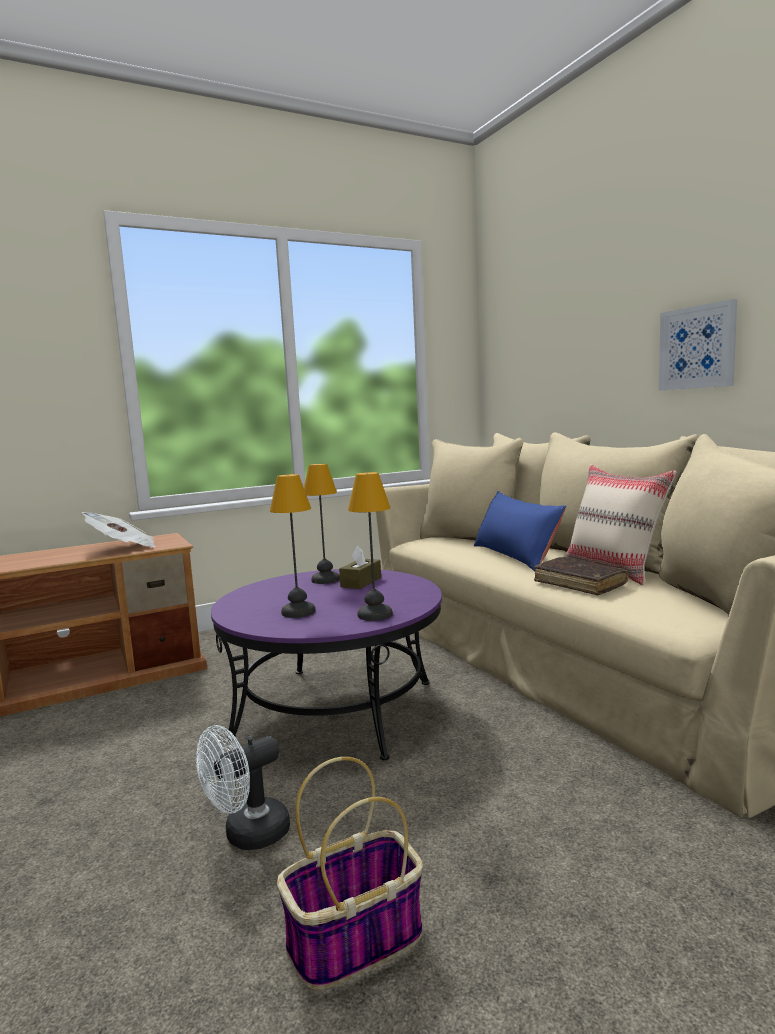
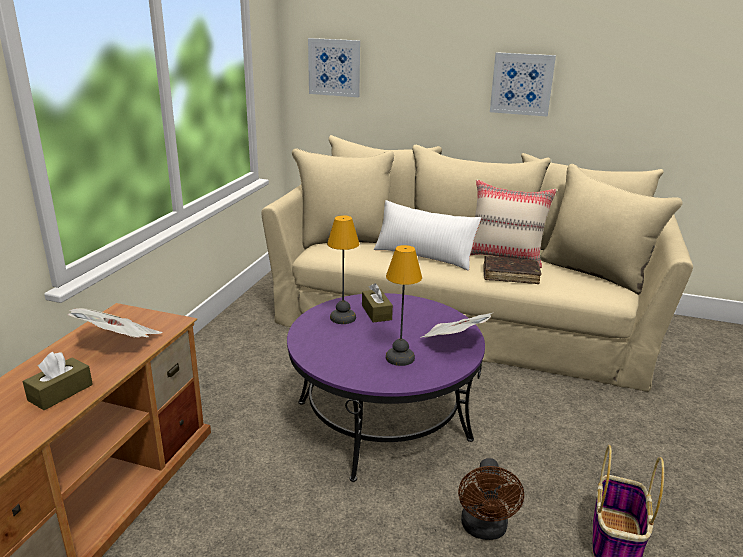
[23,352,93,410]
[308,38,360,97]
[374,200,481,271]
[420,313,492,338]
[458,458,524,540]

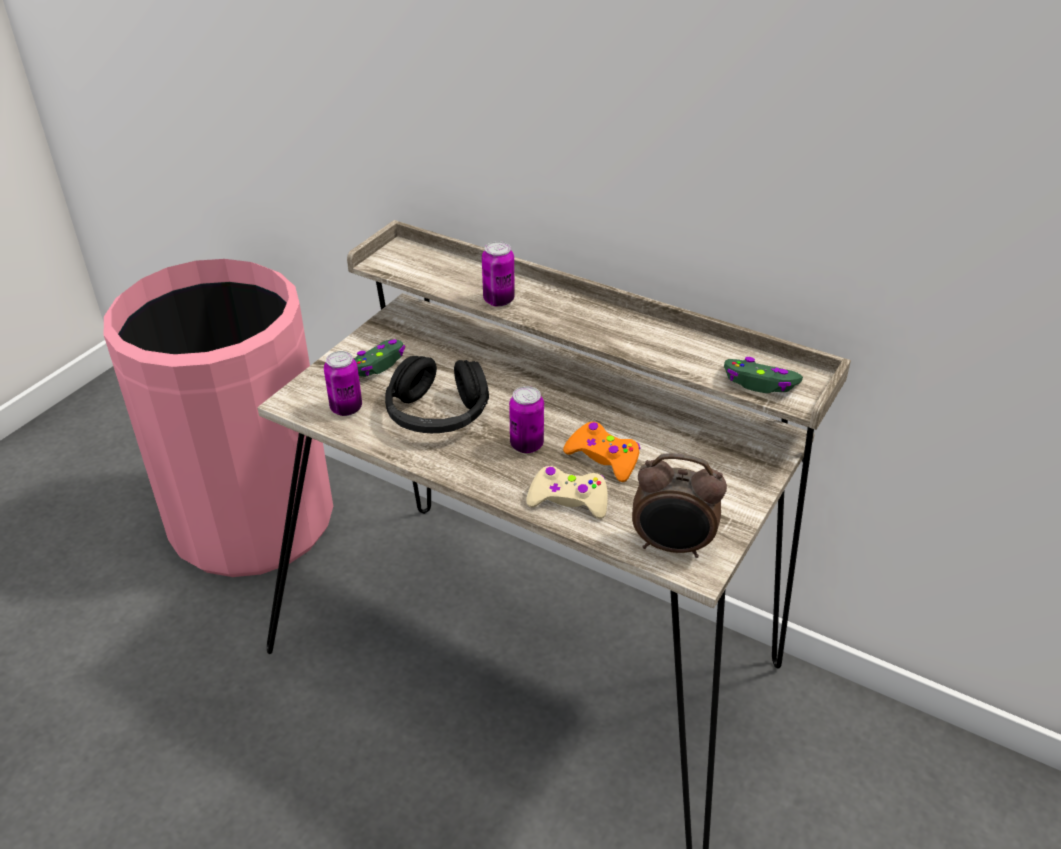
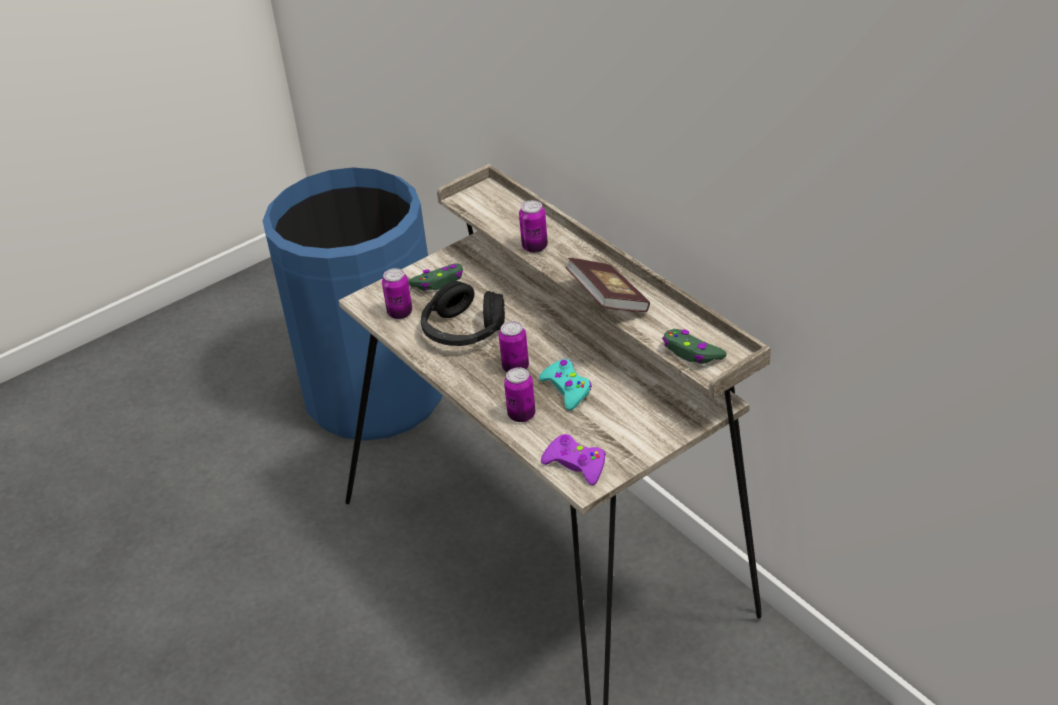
[263,167,443,441]
[504,367,535,422]
[539,359,592,411]
[541,434,606,485]
[566,258,650,312]

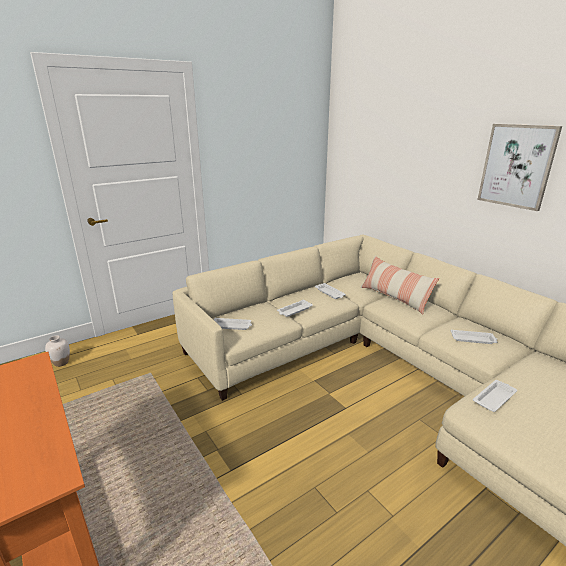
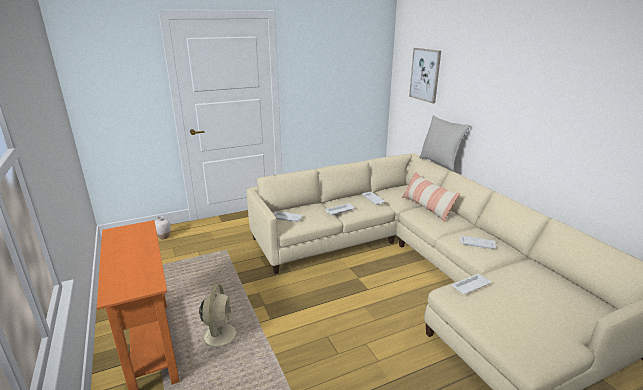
[196,284,244,355]
[409,48,441,103]
[419,115,470,171]

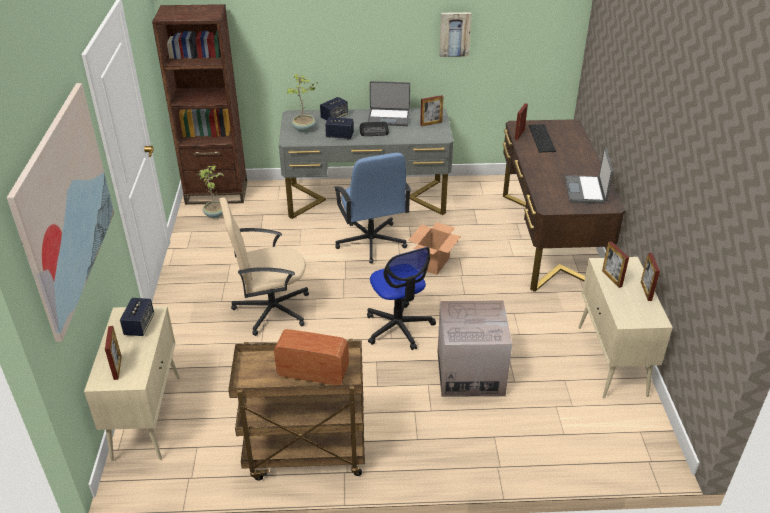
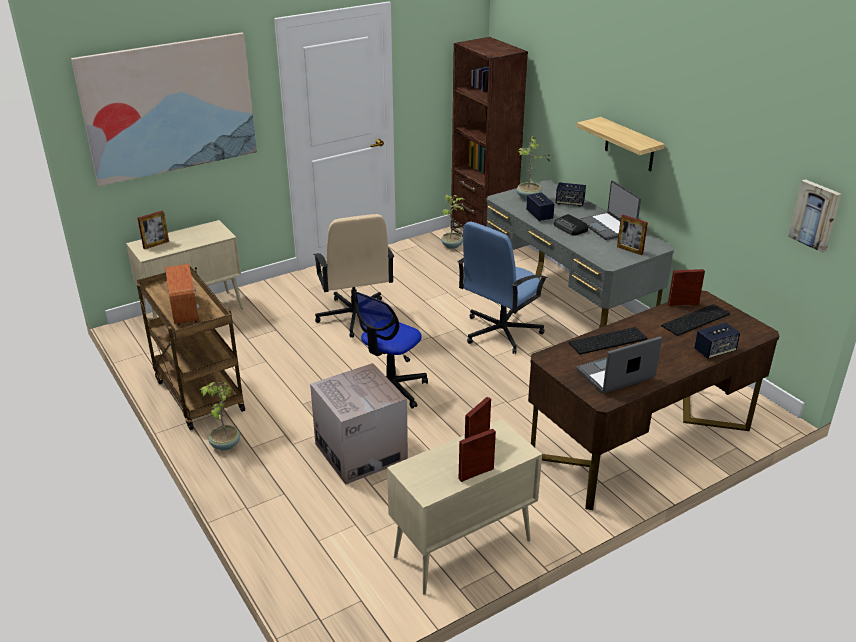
[200,381,240,451]
[313,214,394,338]
[568,327,647,355]
[577,117,665,172]
[694,323,740,359]
[788,179,841,253]
[409,222,461,275] (first image)

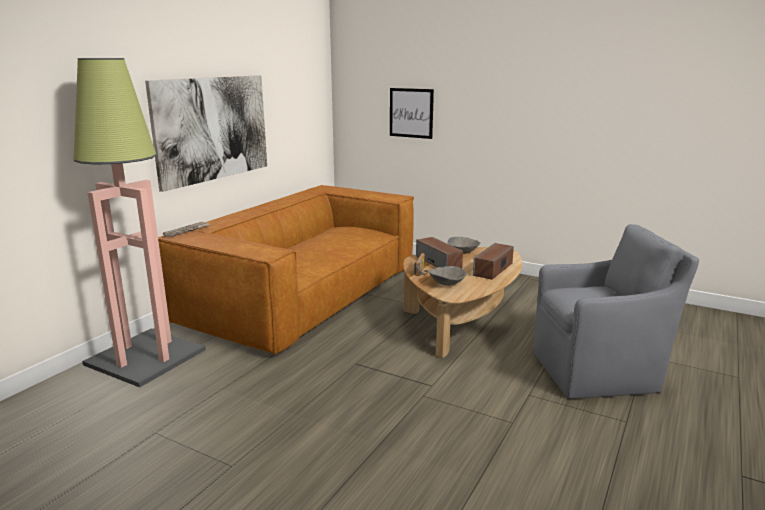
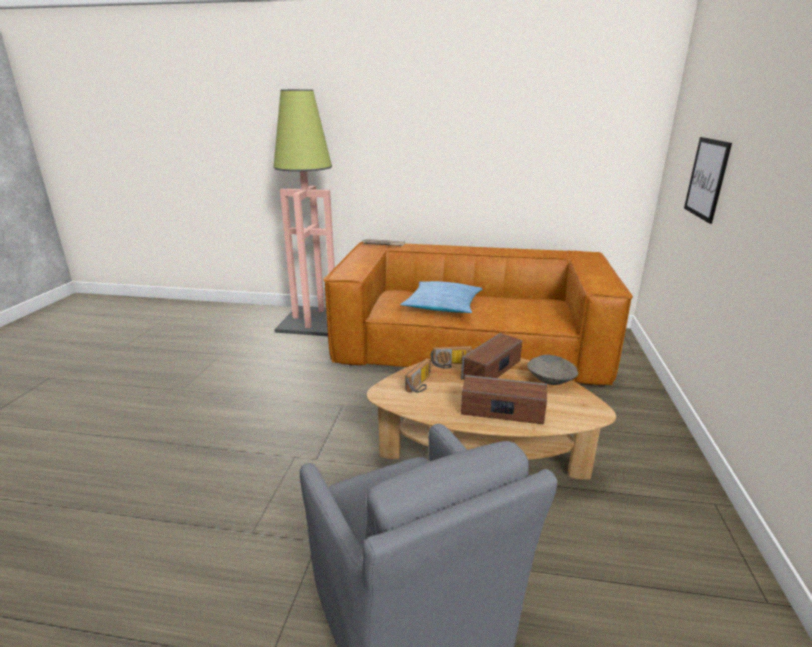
[400,281,483,313]
[405,358,431,393]
[145,75,267,192] (first image)

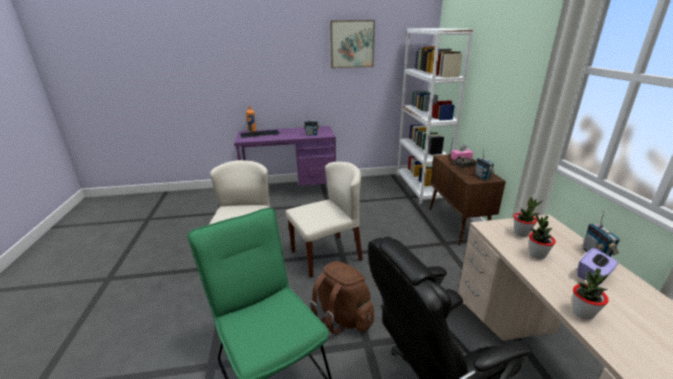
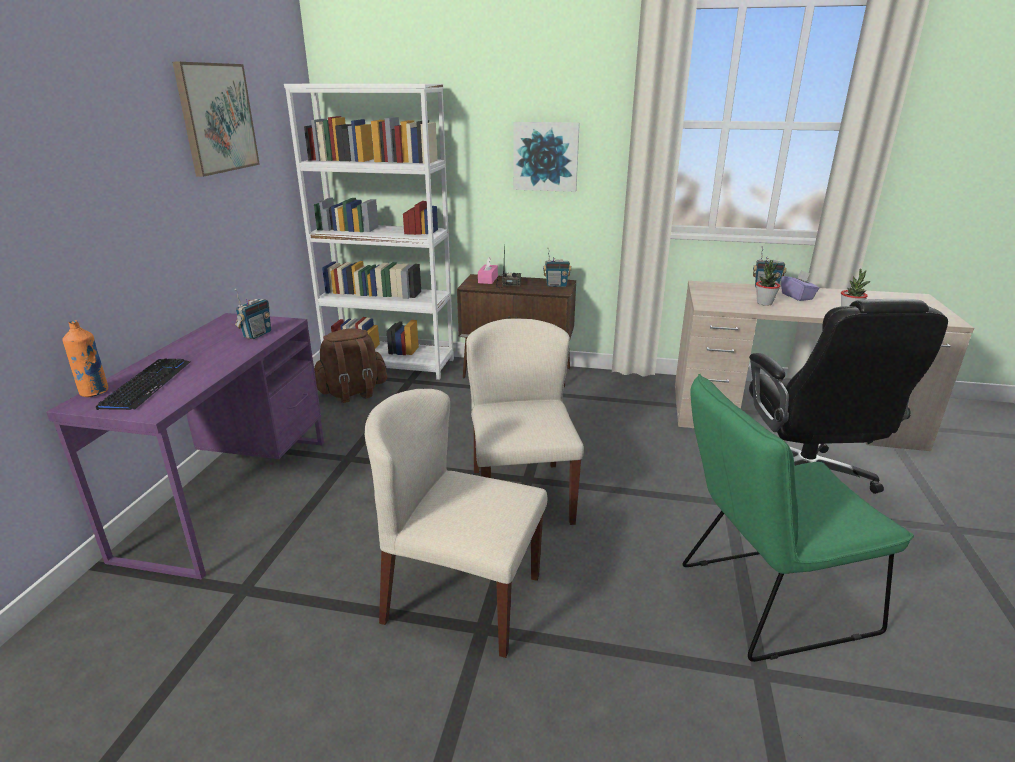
[314,328,387,403]
[513,122,580,192]
[514,197,542,237] (first image)

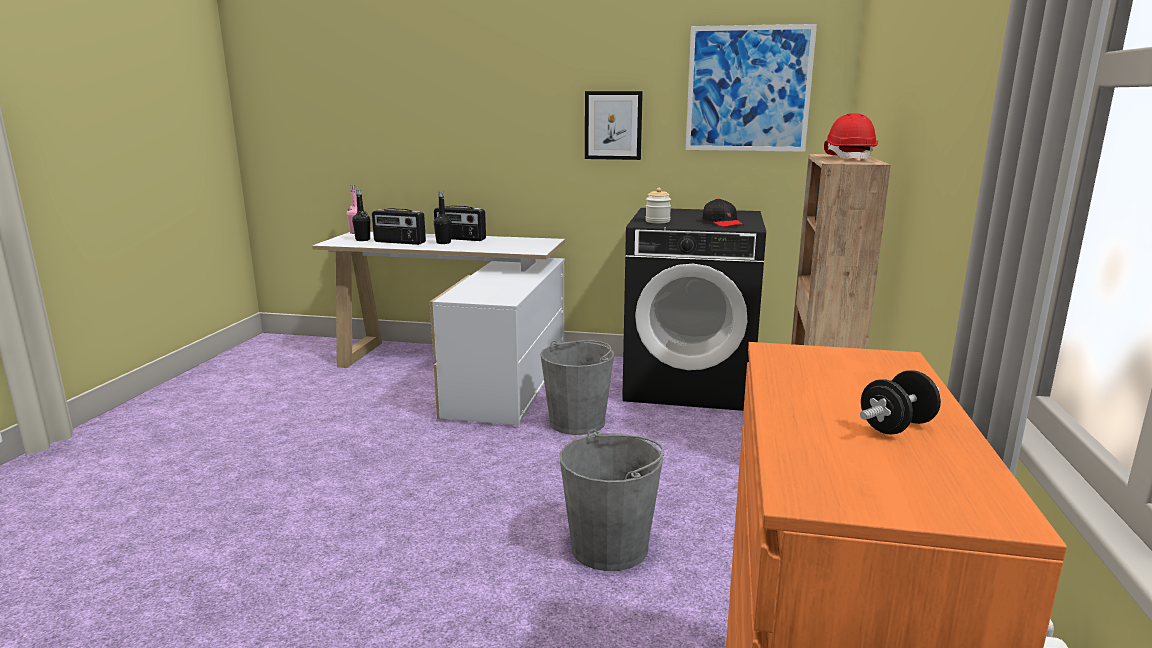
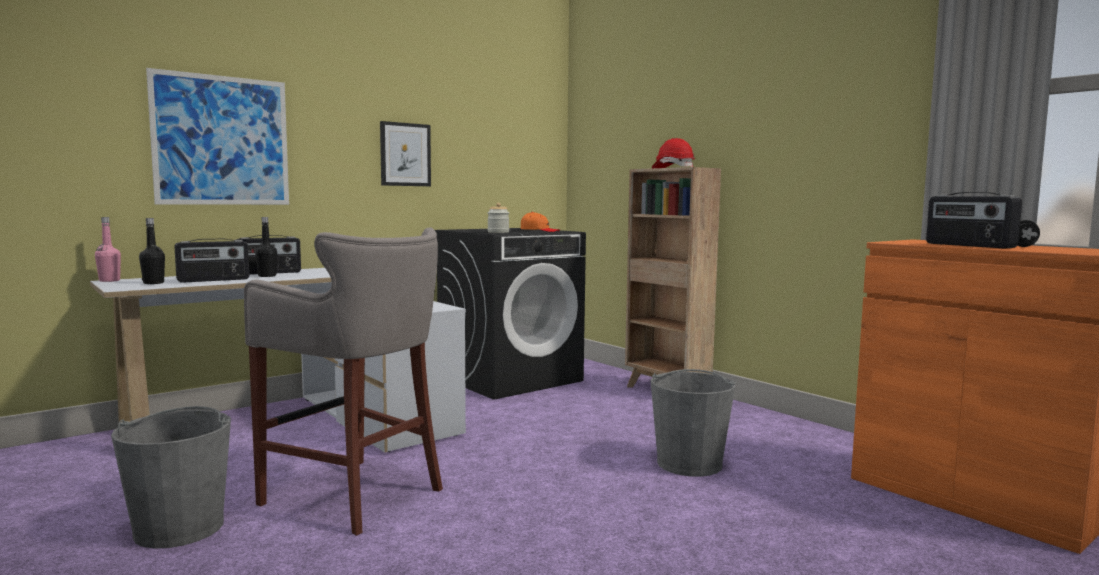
[111,406,231,549]
[146,68,289,205]
[244,227,443,536]
[521,212,560,232]
[926,192,1022,248]

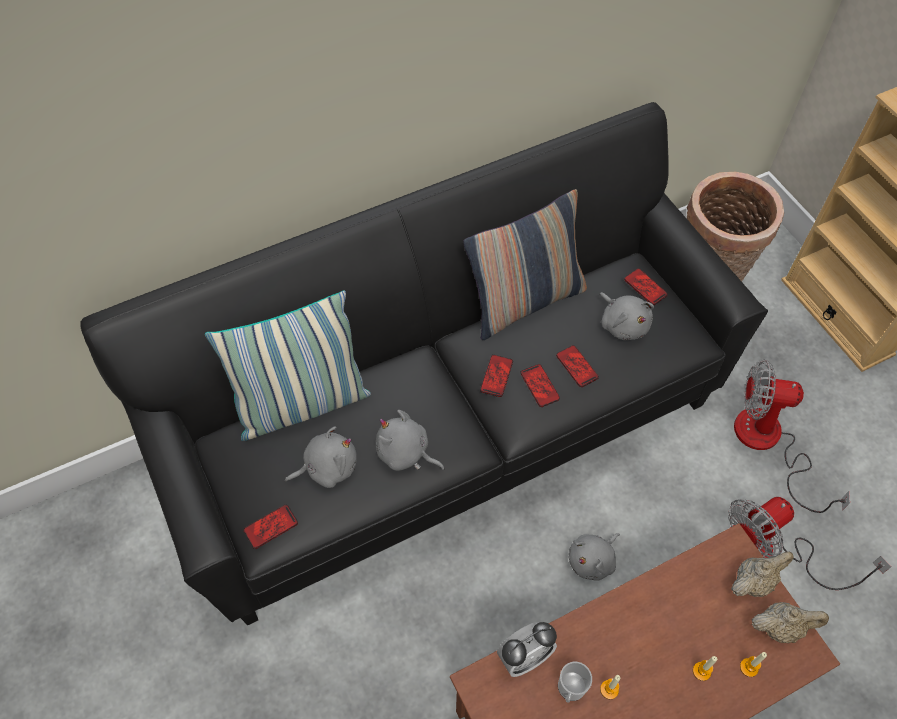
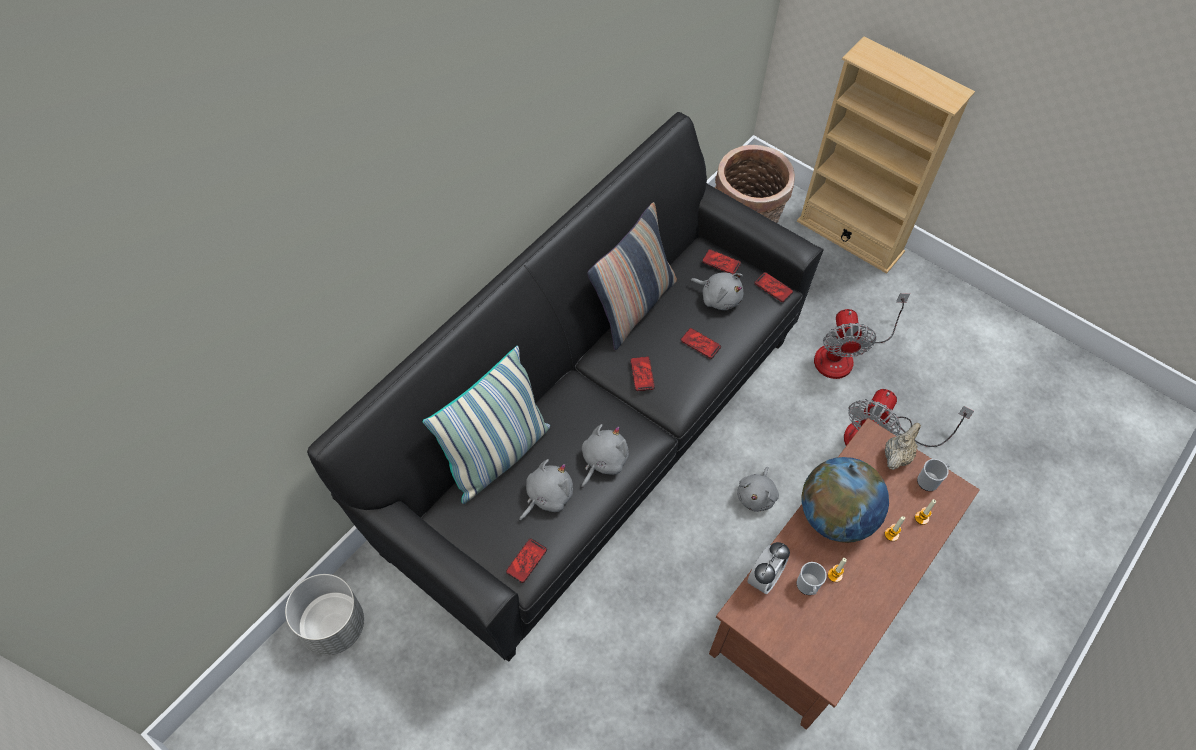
[285,574,364,655]
[582,424,629,488]
[754,272,793,302]
[802,457,889,543]
[814,293,910,379]
[917,459,950,491]

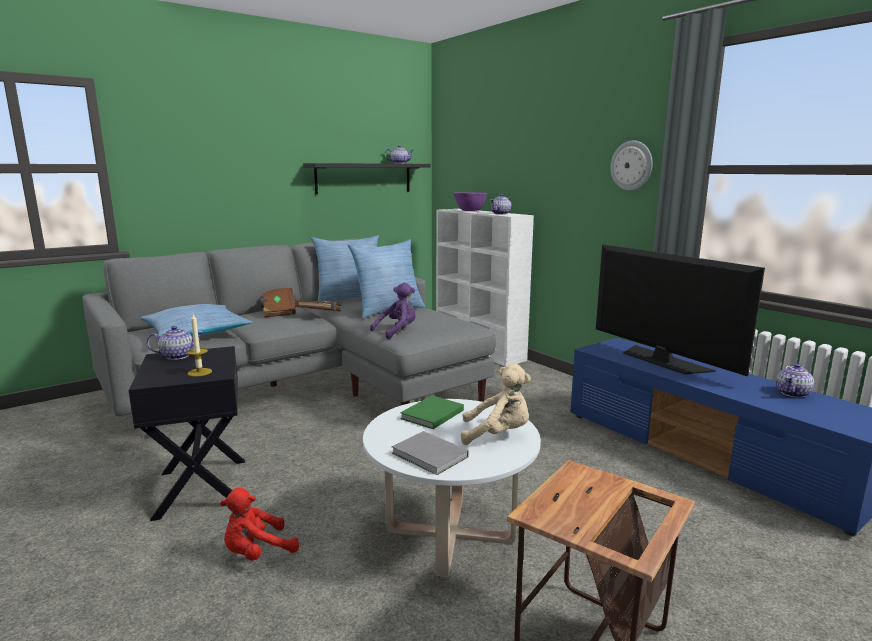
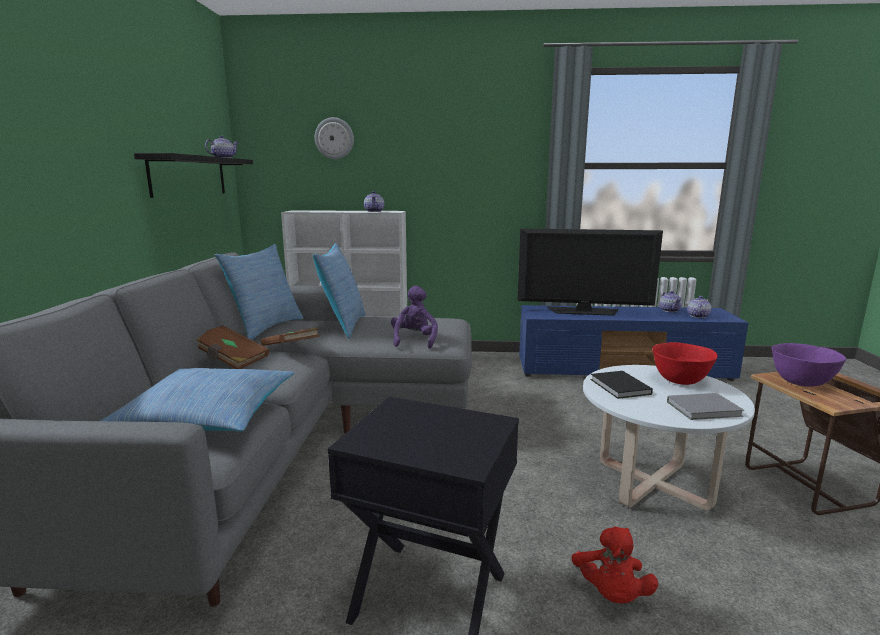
[315,117,354,159]
[590,371,653,399]
[652,342,717,385]
[687,296,712,318]
[771,343,846,387]
[187,314,212,377] (first image)

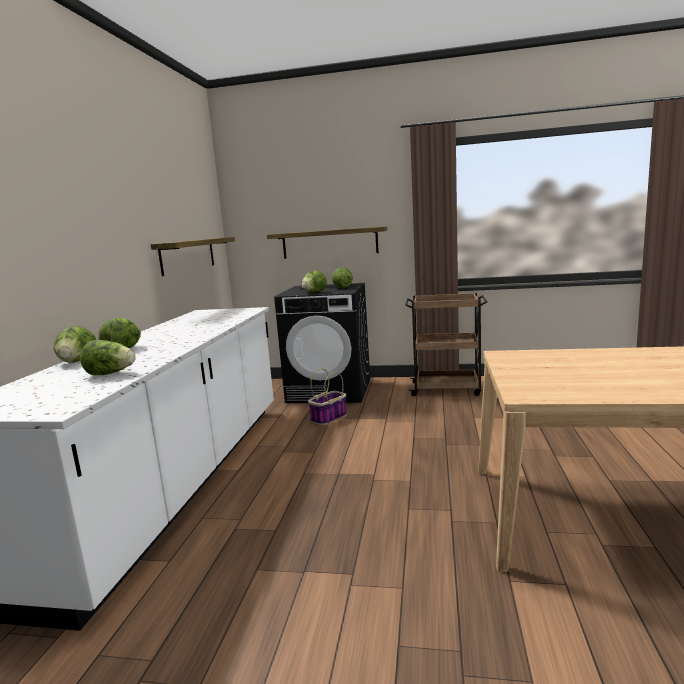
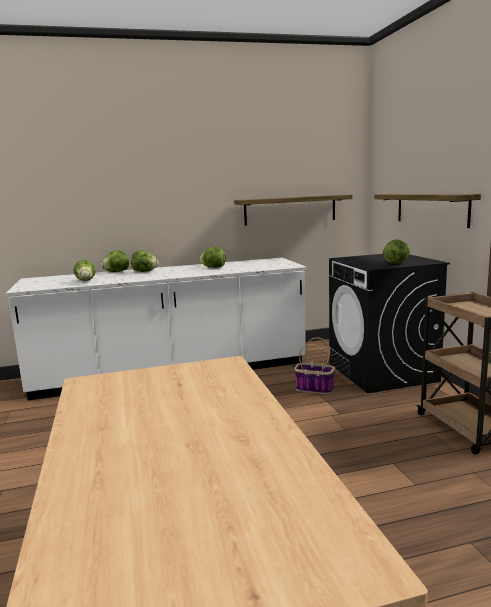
[199,247,226,268]

